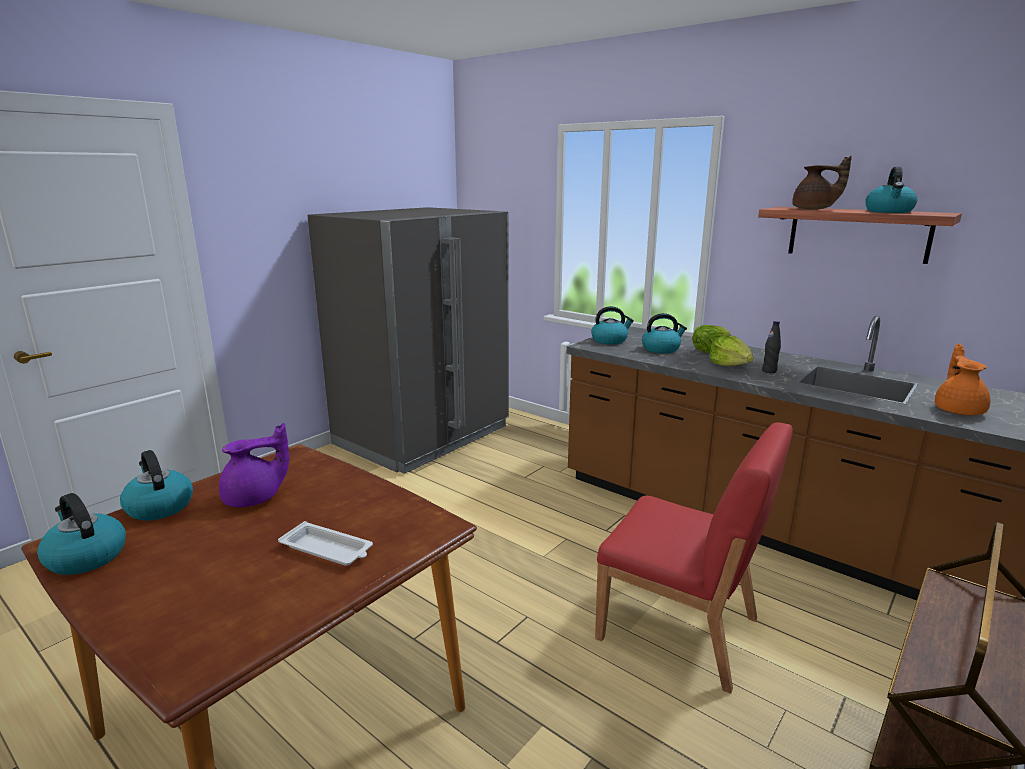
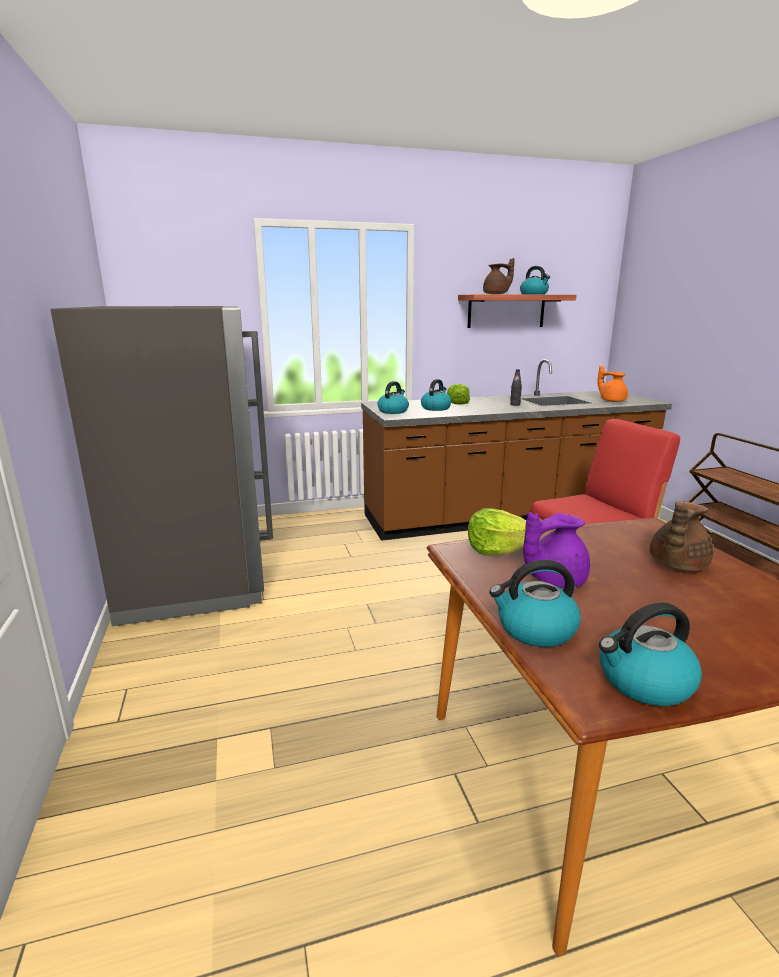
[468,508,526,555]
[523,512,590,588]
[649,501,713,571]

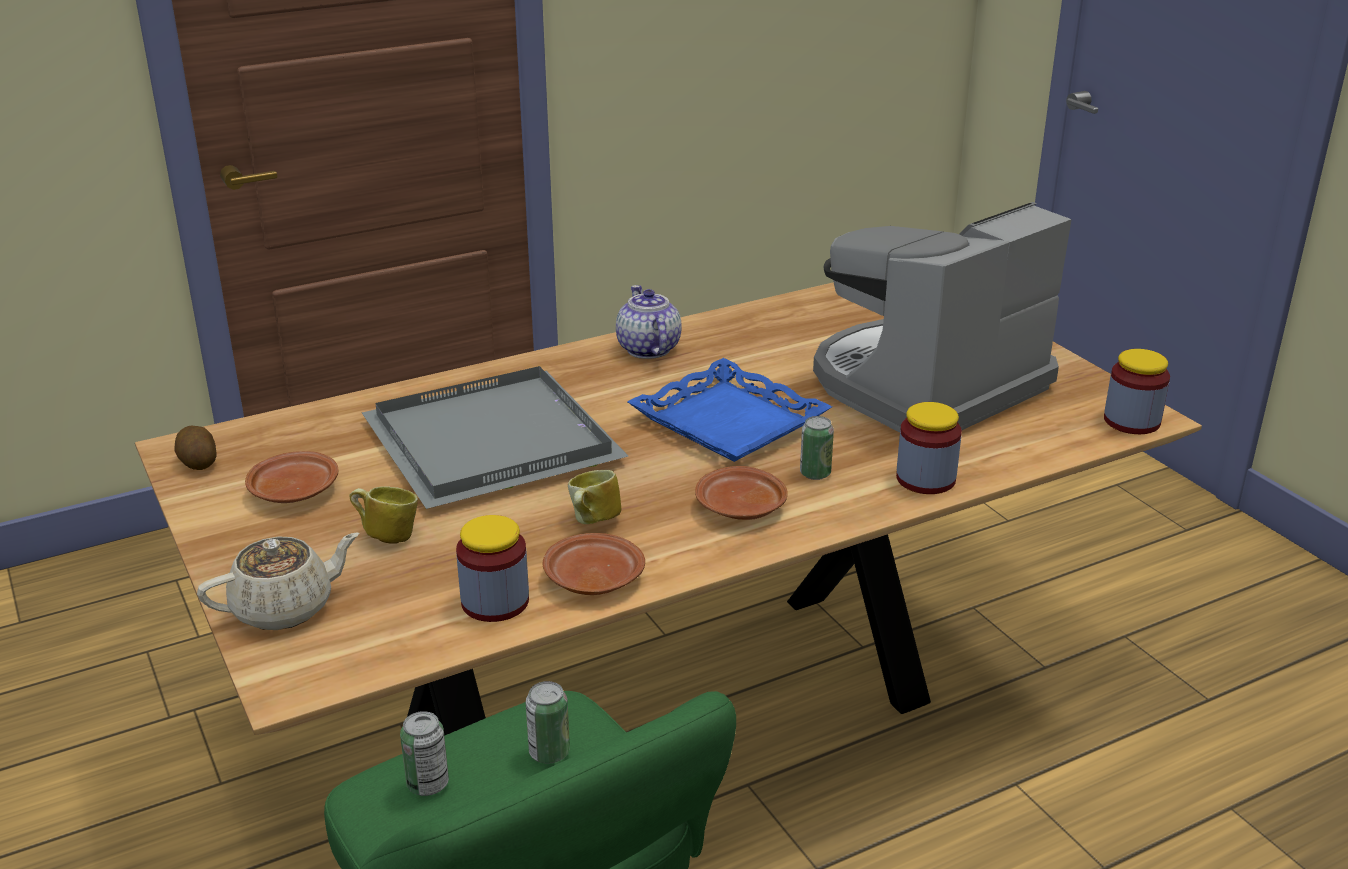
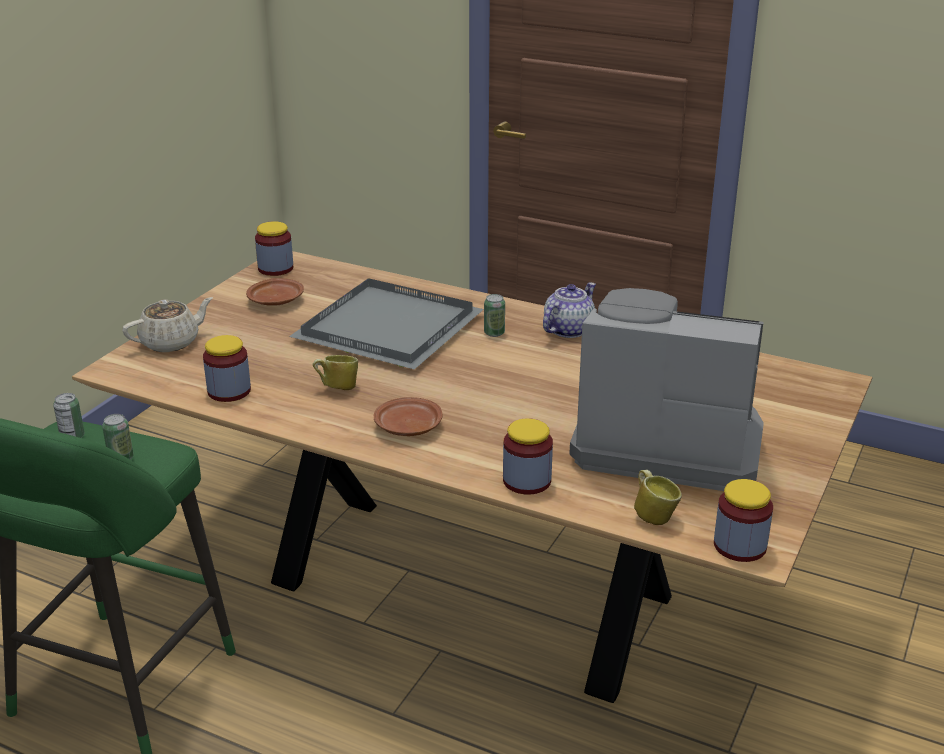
[122,297,213,352]
[255,221,293,276]
[484,294,505,337]
[634,470,682,525]
[543,533,645,595] (first image)
[627,358,832,462] (first image)

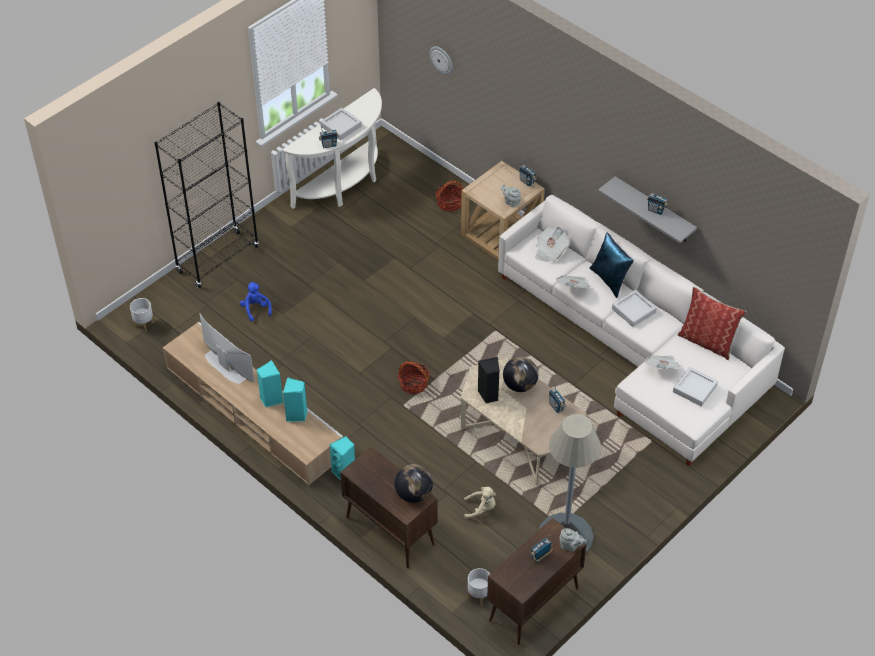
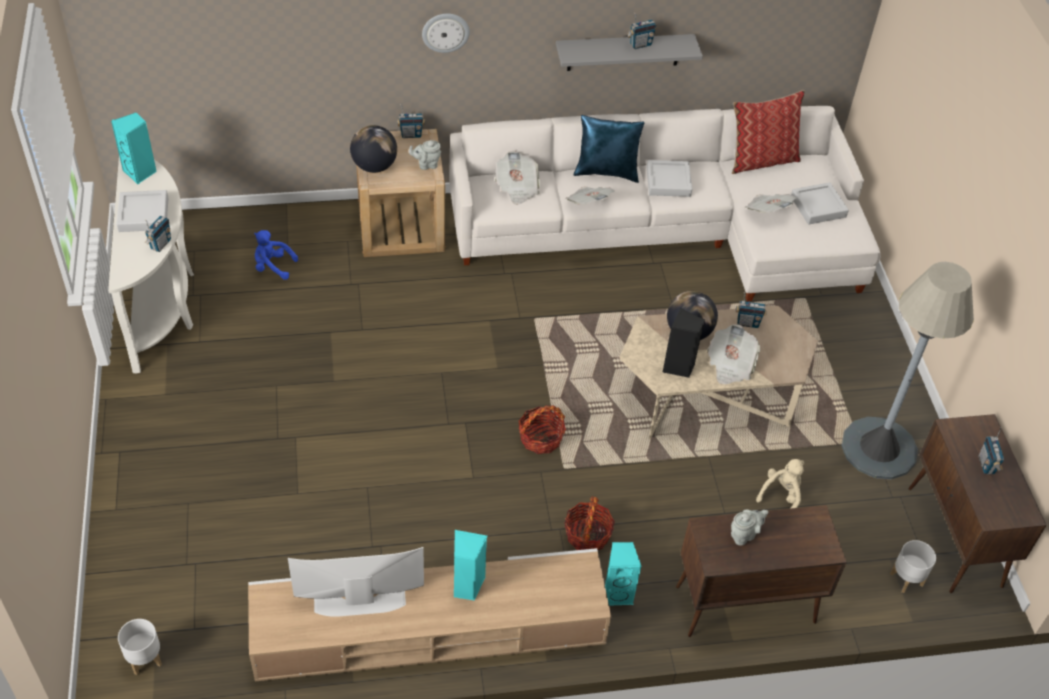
[111,113,157,185]
[254,230,298,280]
[350,125,397,173]
[422,14,470,53]
[564,496,615,550]
[707,324,761,384]
[731,509,769,546]
[154,102,259,288] (first image)

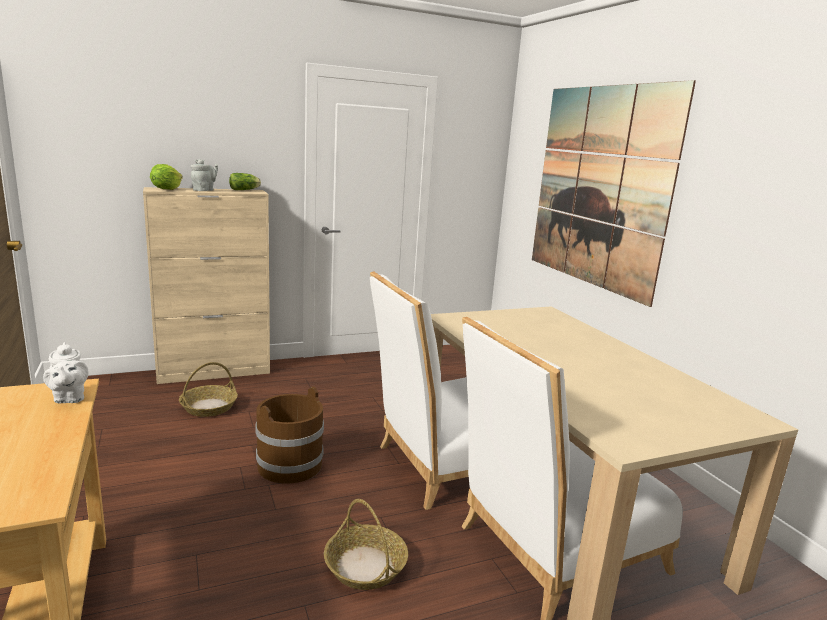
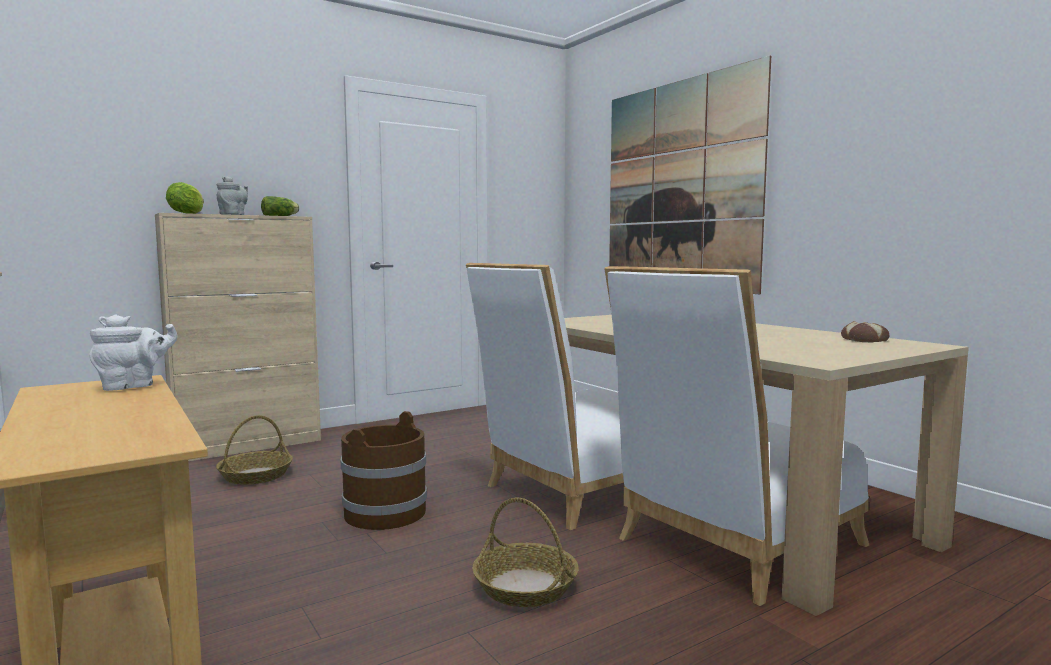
[89,314,177,391]
[841,321,889,342]

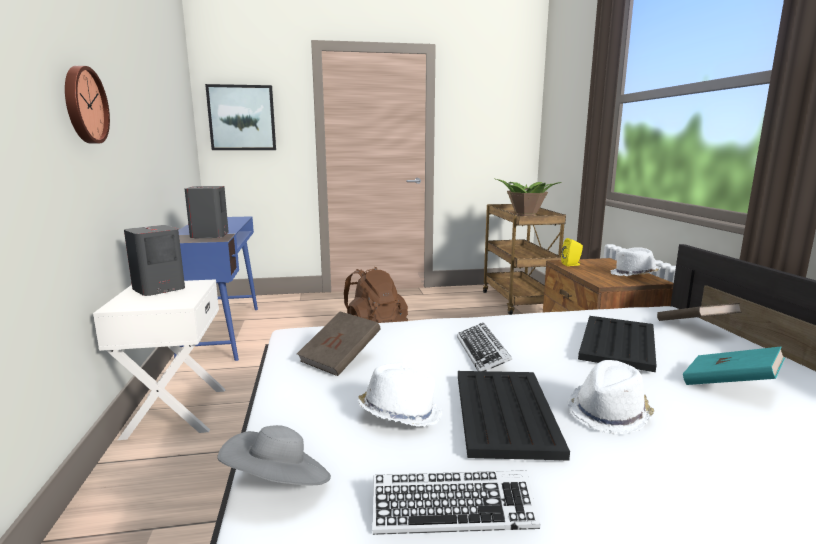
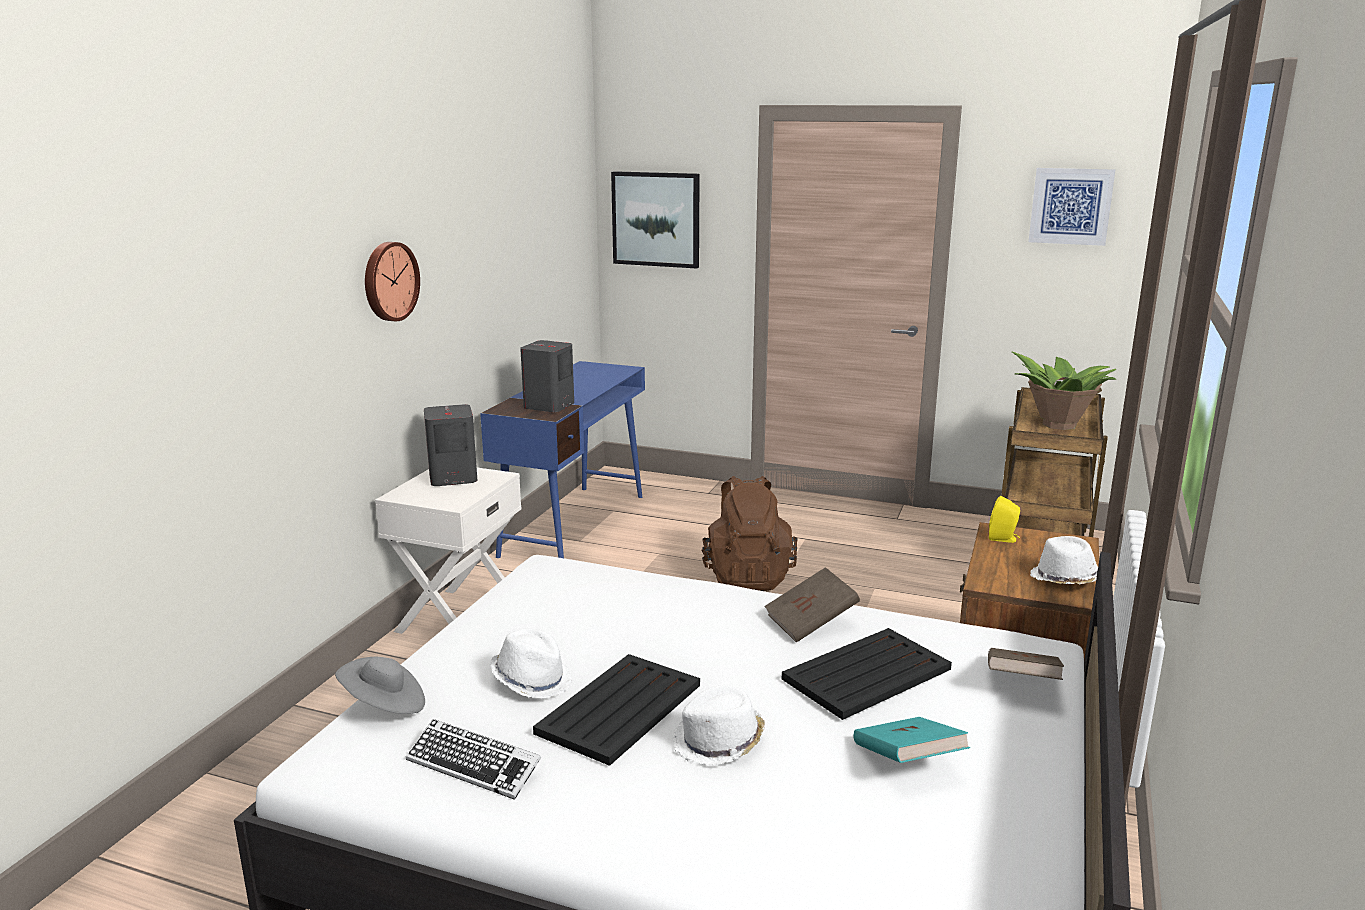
[764,567,860,643]
[1029,168,1115,246]
[457,323,512,371] (first image)

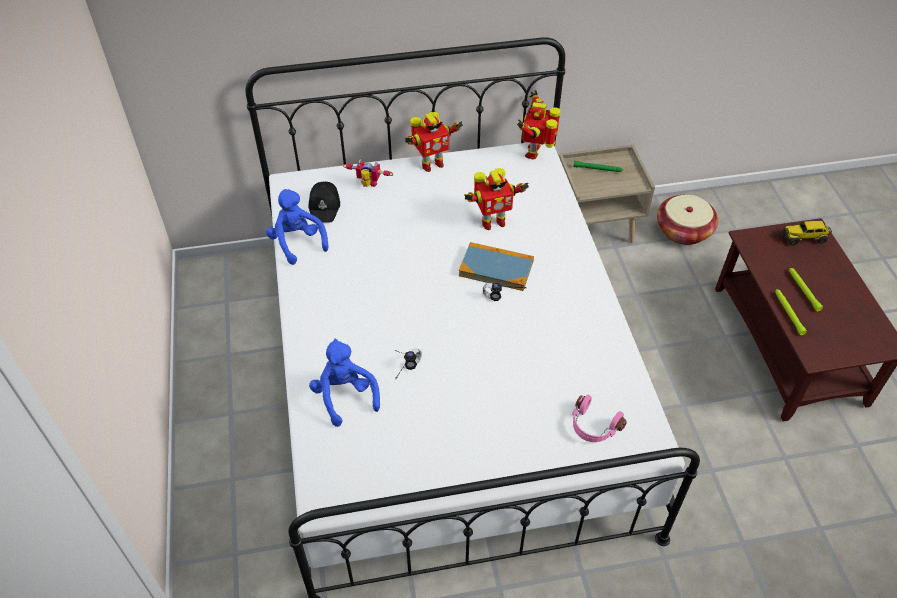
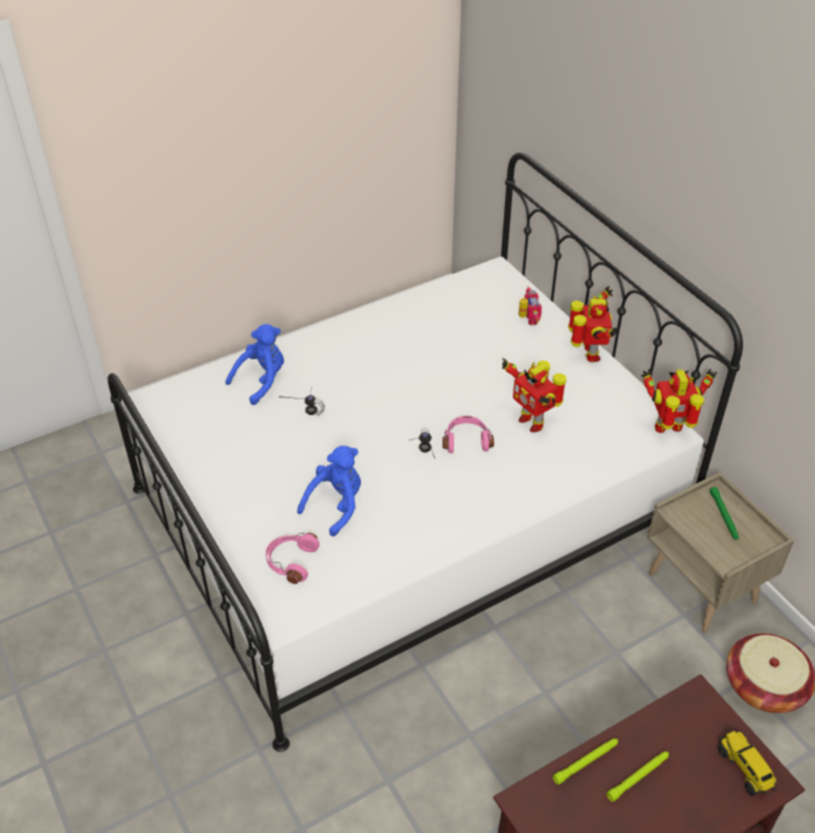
[297,446,361,536]
[442,416,494,453]
[568,286,618,362]
[308,182,340,223] (first image)

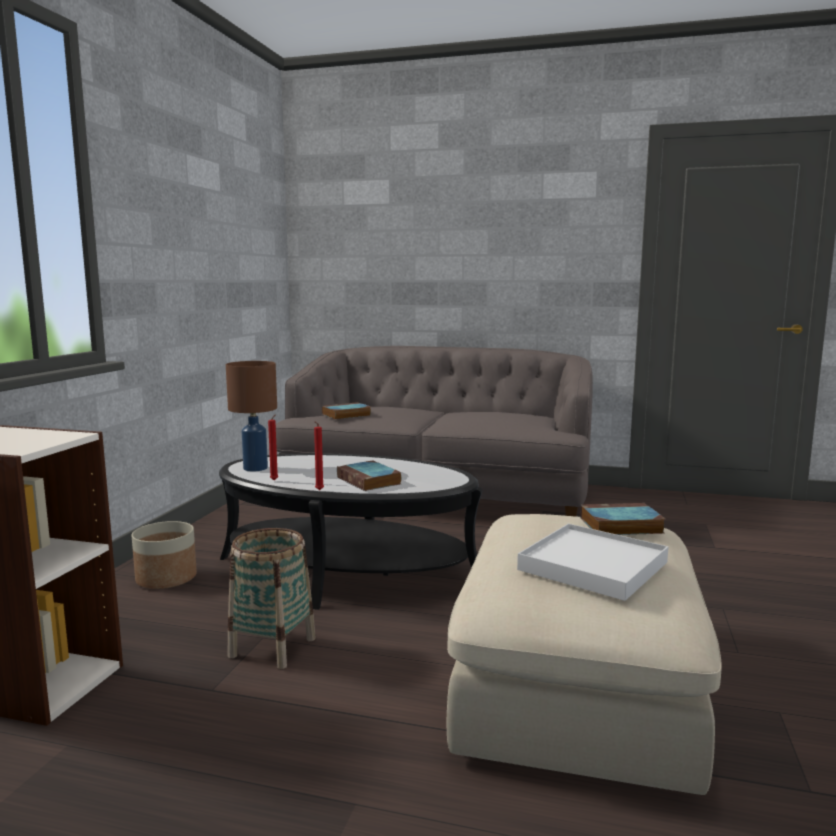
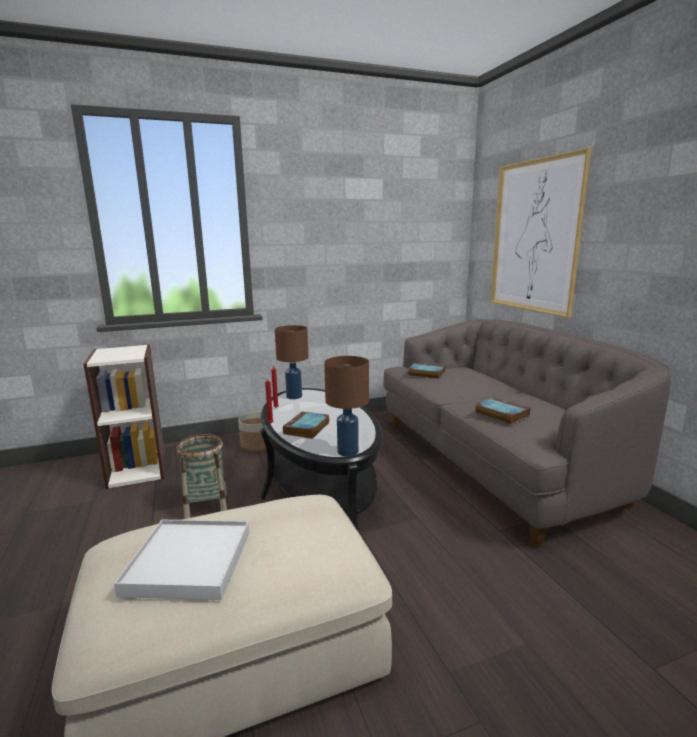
[324,356,369,457]
[475,397,530,424]
[490,148,592,318]

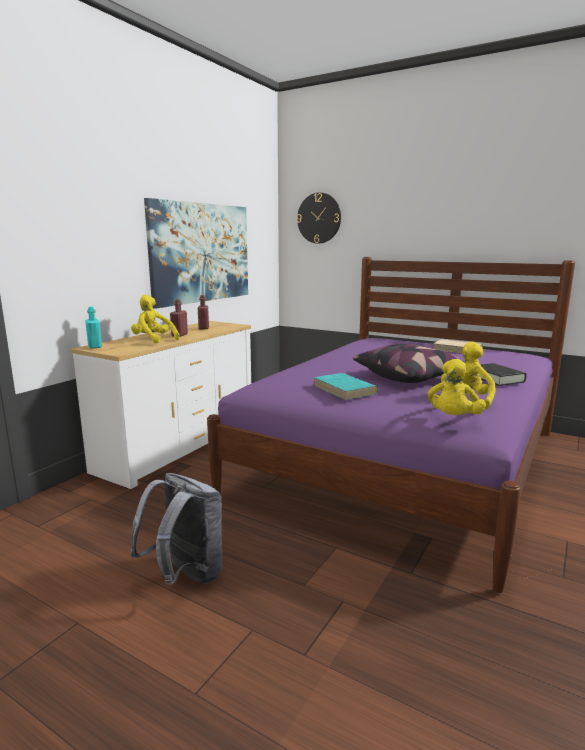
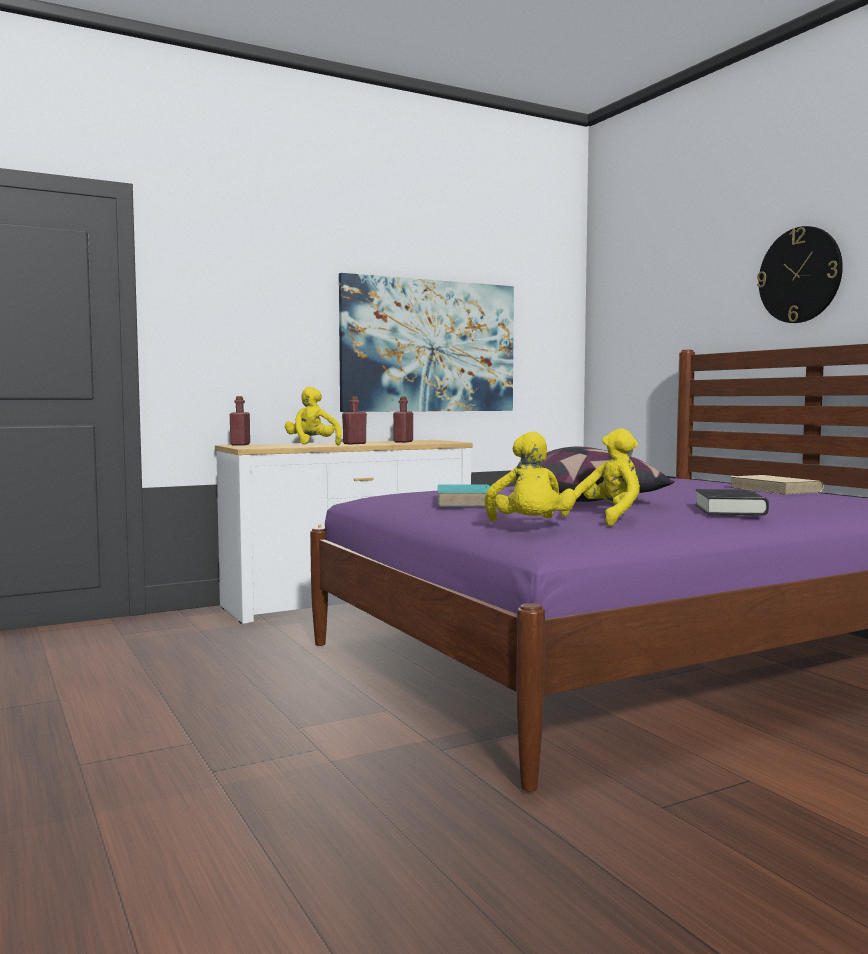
[230,396,250,446]
[485,431,576,522]
[757,226,843,323]
[130,473,223,585] (first image)

